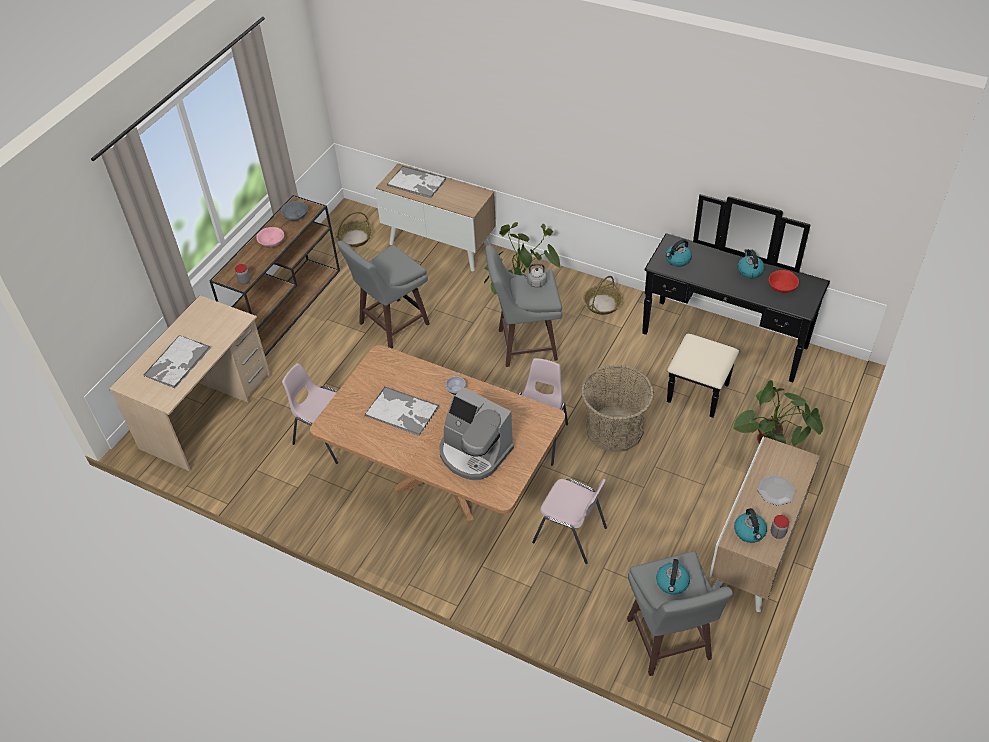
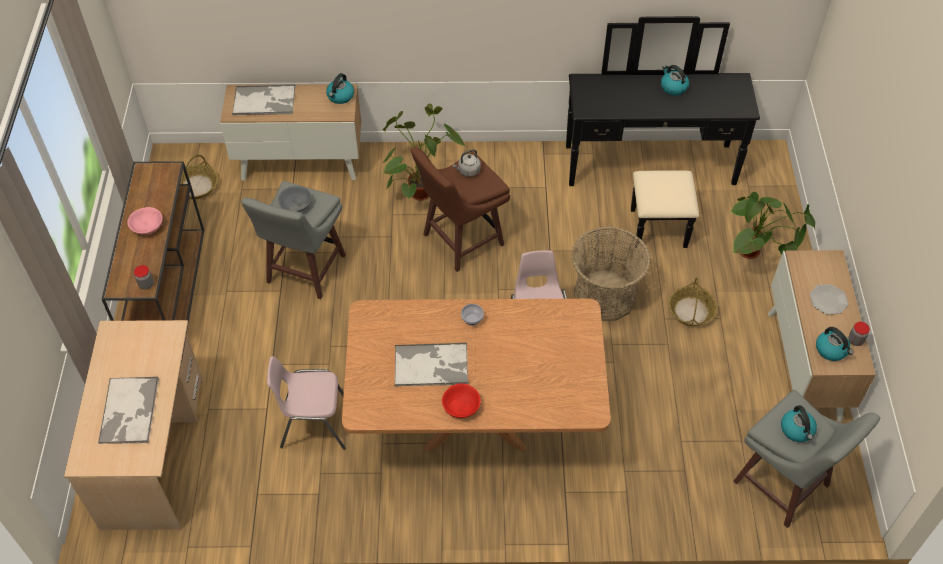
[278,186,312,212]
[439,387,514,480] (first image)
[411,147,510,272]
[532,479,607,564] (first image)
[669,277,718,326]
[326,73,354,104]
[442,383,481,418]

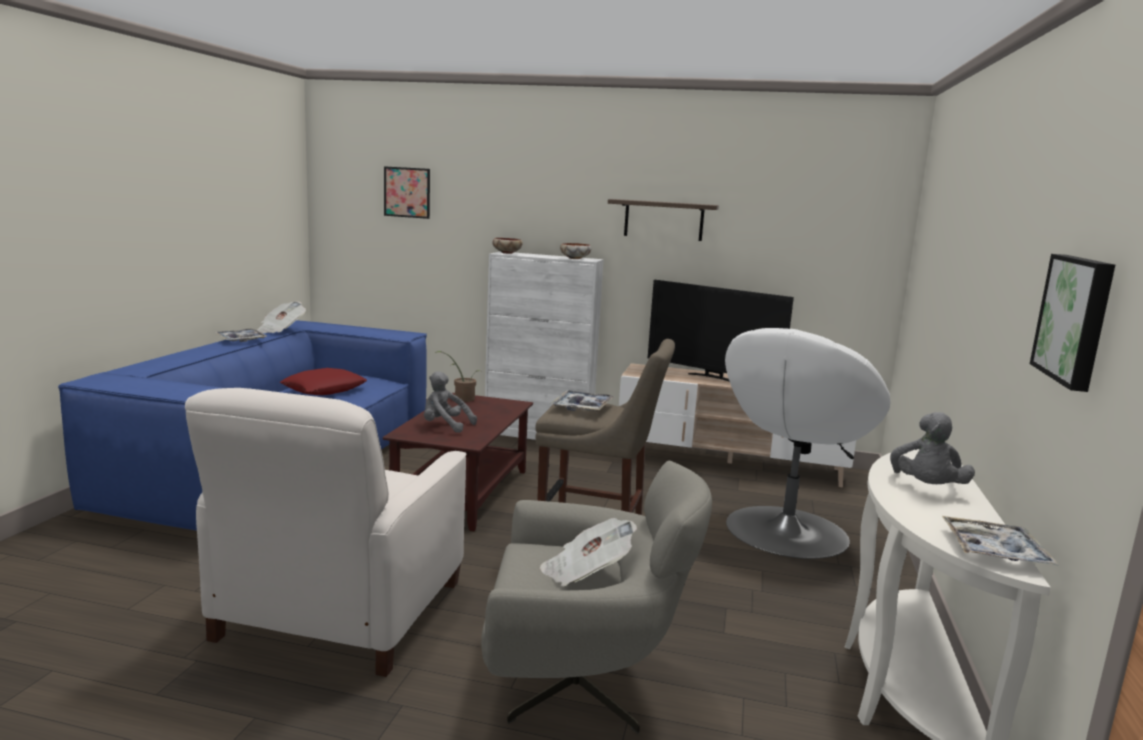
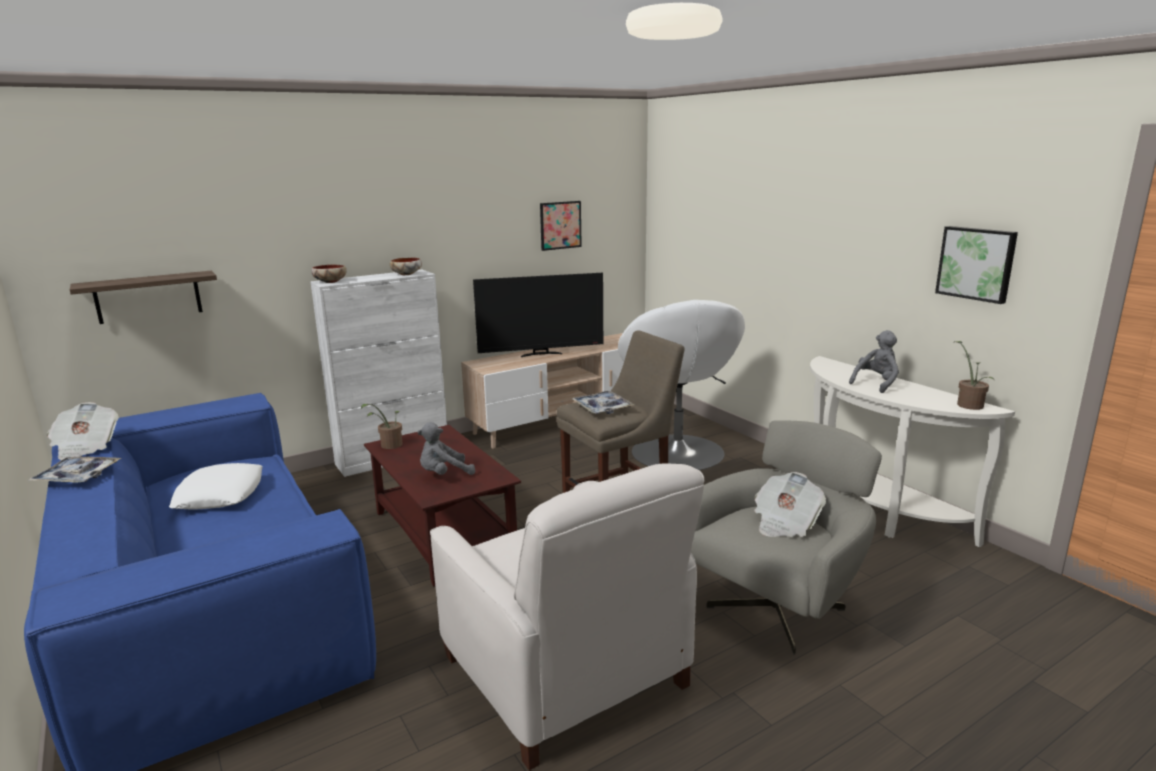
[169,463,262,509]
[540,201,582,251]
[70,271,217,324]
[849,330,899,393]
[954,341,994,410]

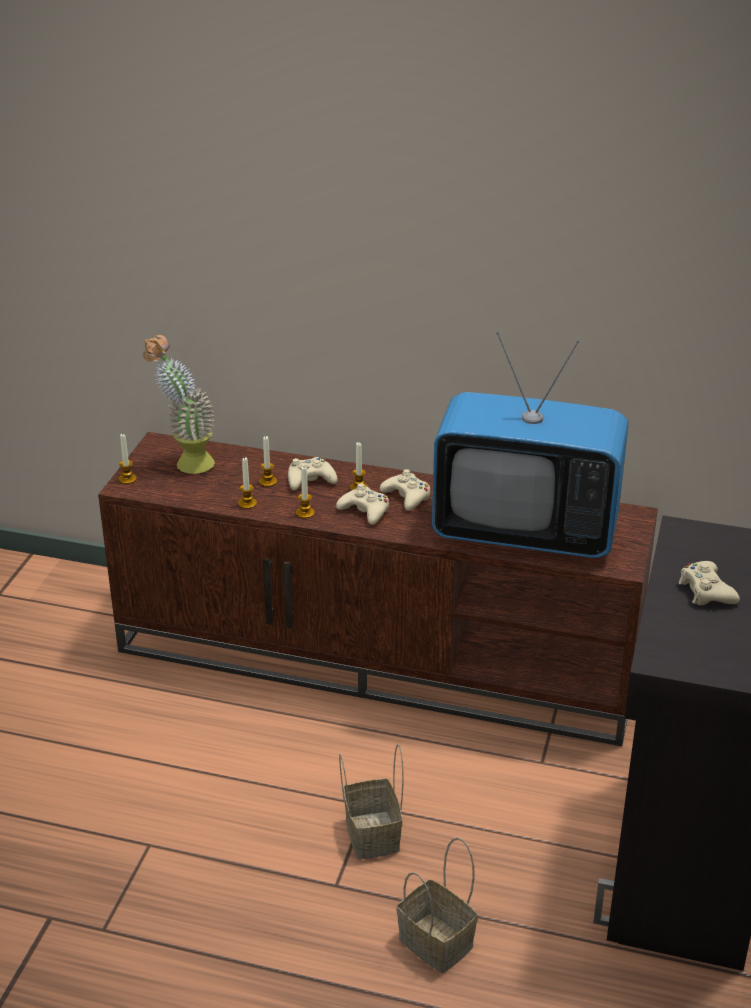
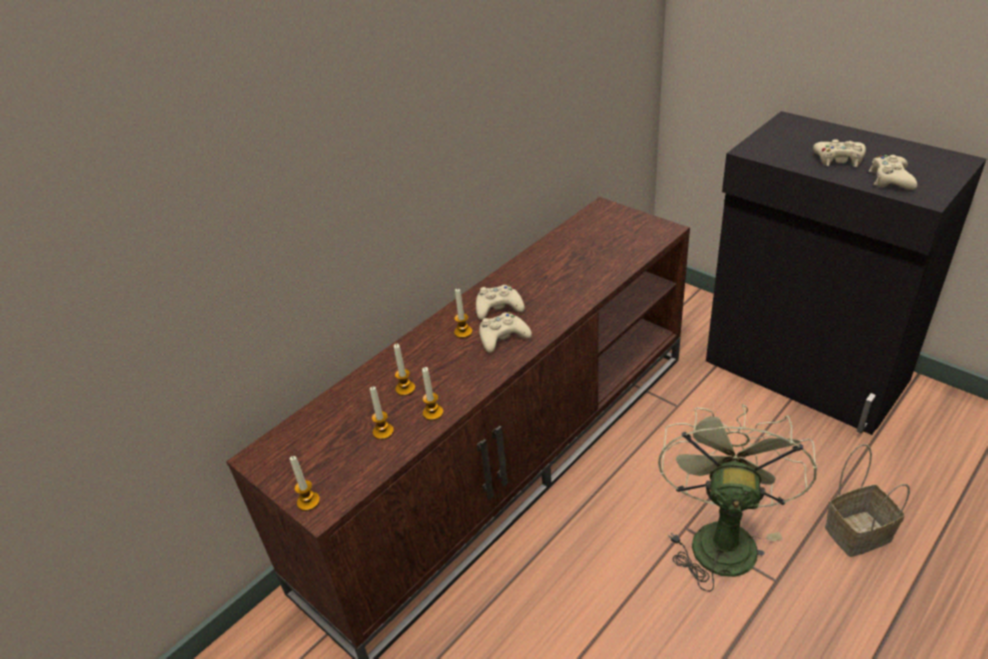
[143,335,215,474] (first image)
[869,155,917,190]
[370,387,394,440]
[658,404,817,592]
[432,332,629,558] (first image)

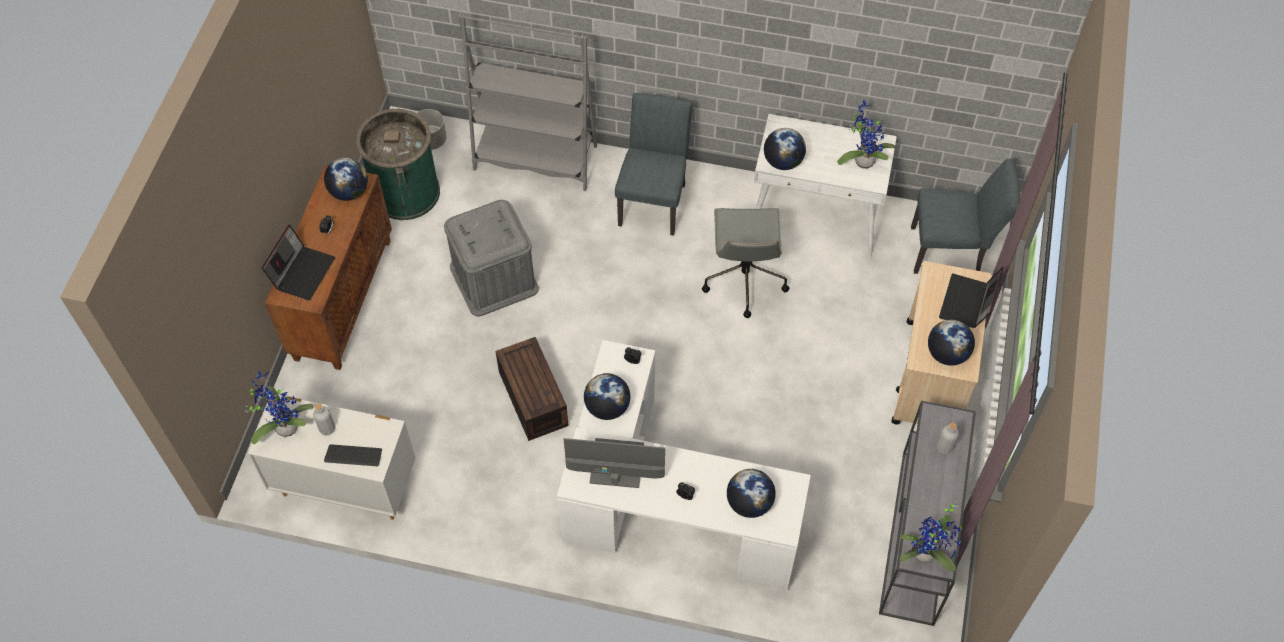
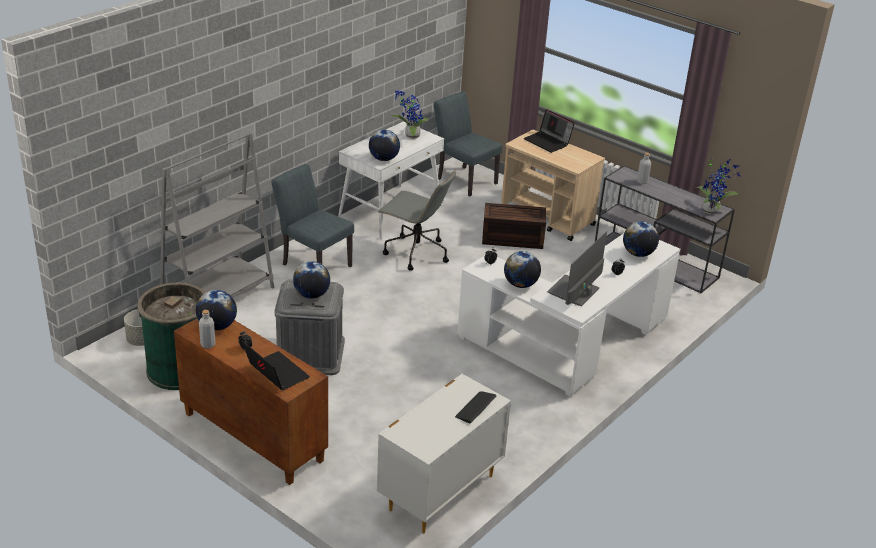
[246,370,313,444] (first image)
[199,310,216,349]
[482,203,546,249]
[434,91,502,196]
[293,261,330,299]

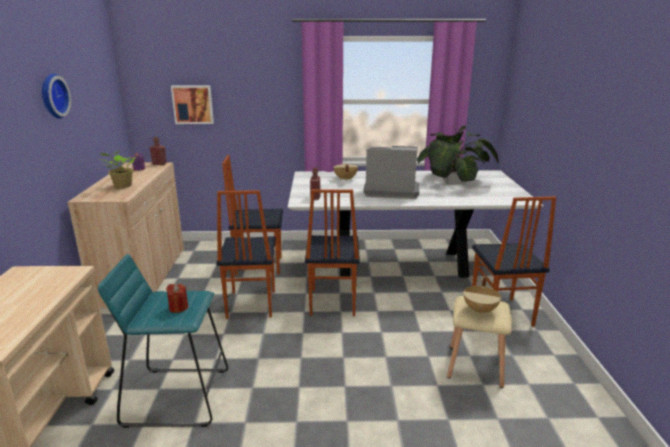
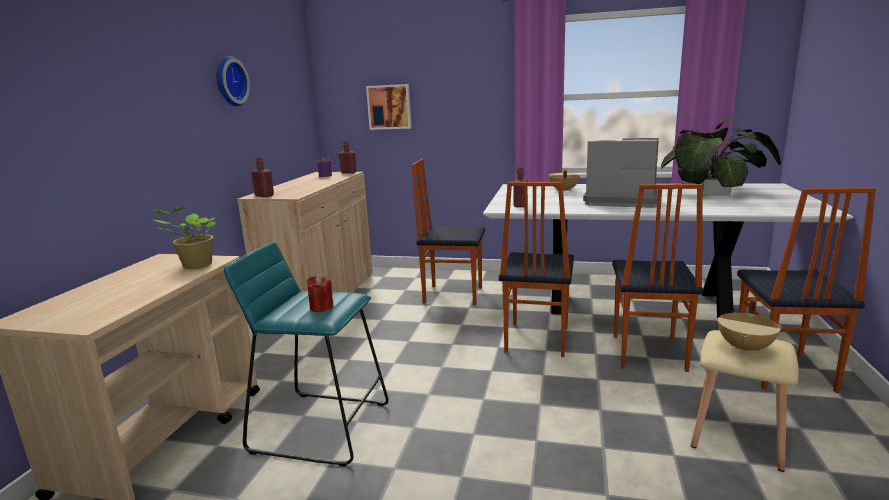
[153,207,216,269]
[612,184,704,372]
[251,157,274,197]

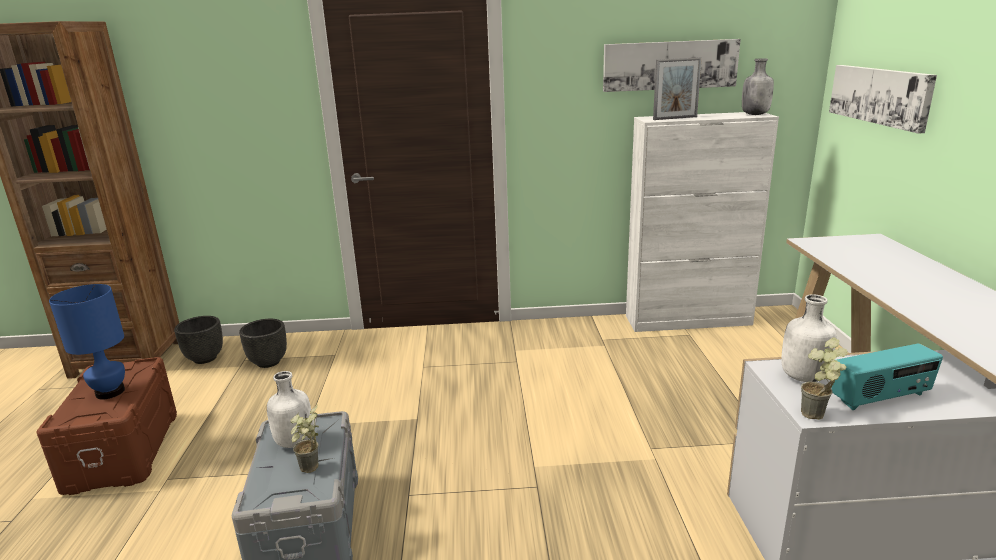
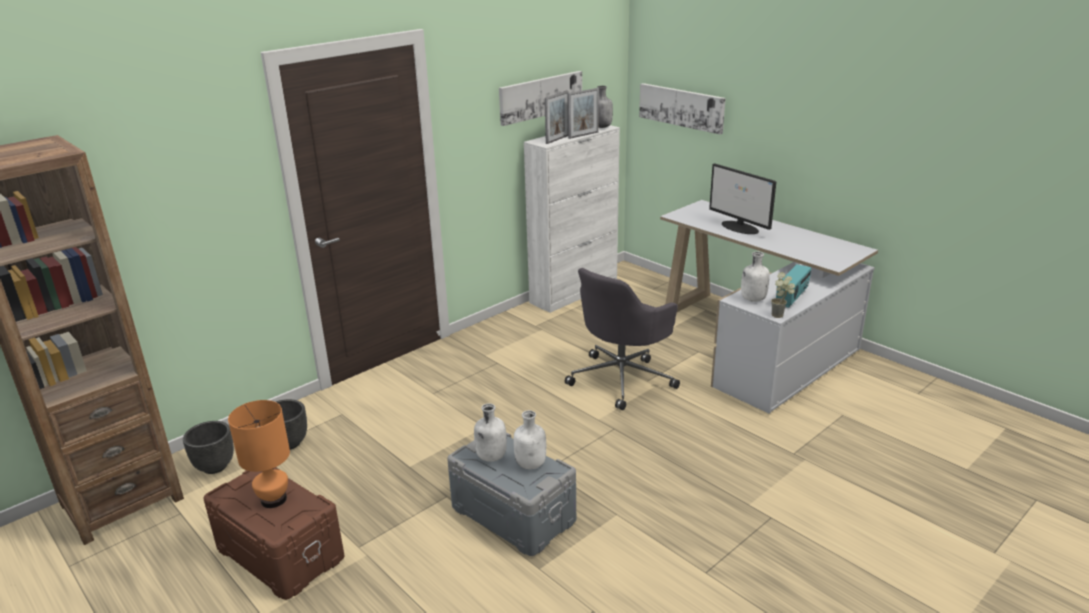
[228,400,290,508]
[513,410,546,469]
[565,268,680,410]
[568,88,599,139]
[709,164,777,234]

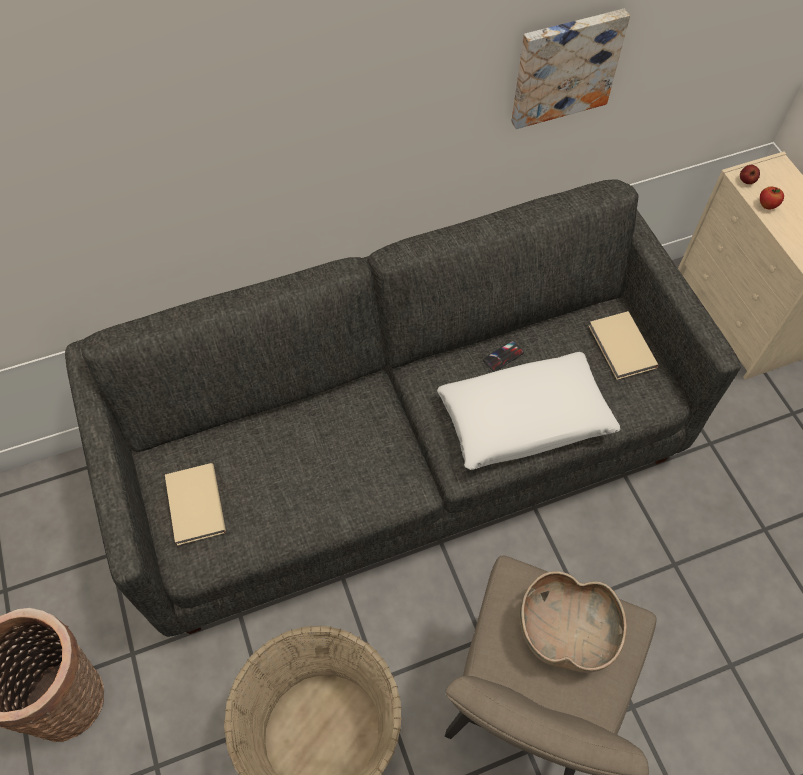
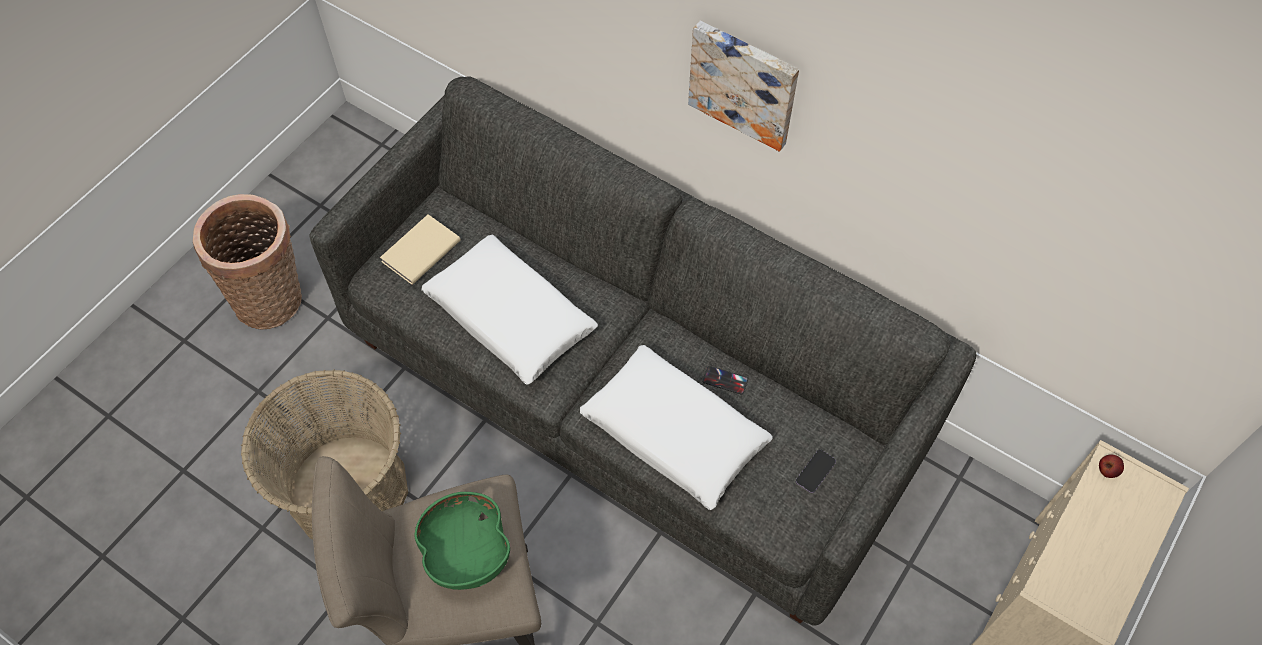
[688,21,799,152]
[414,492,510,590]
[796,450,836,493]
[760,186,784,210] (first image)
[421,235,598,385]

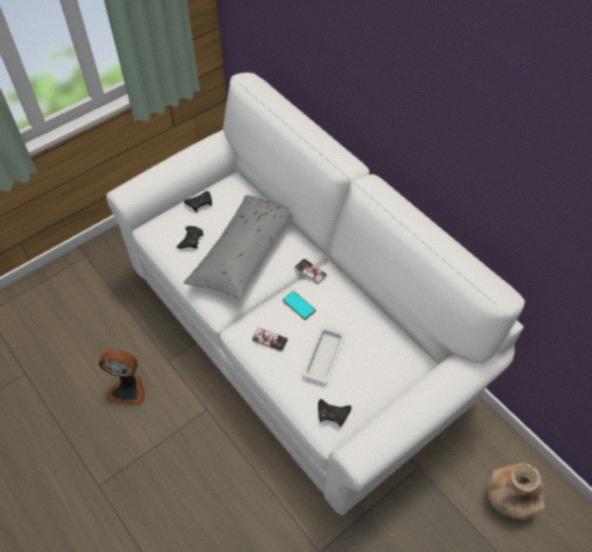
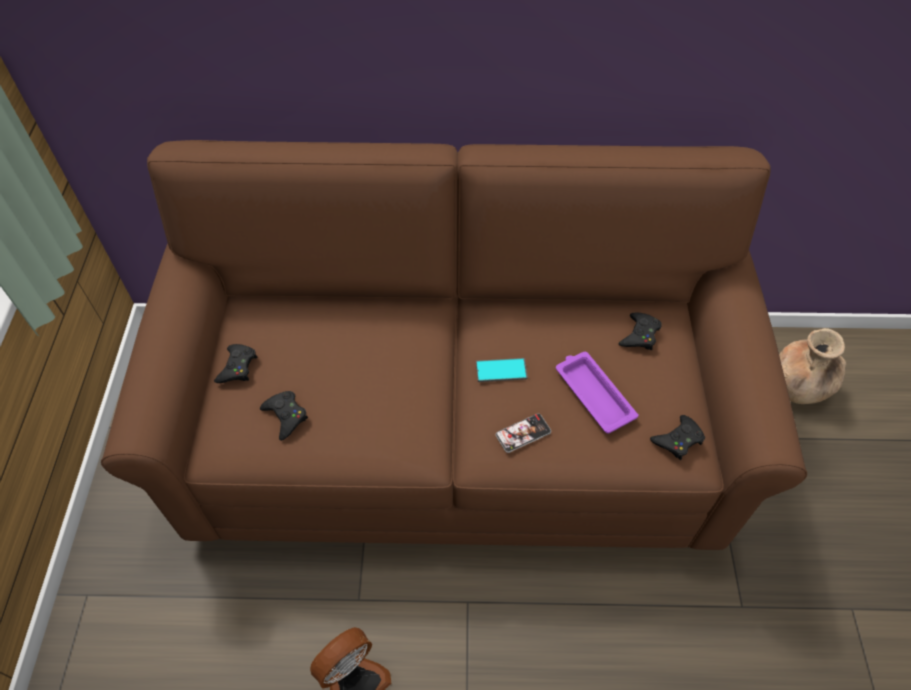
[101,140,807,550]
[184,195,293,301] (first image)
[295,259,327,284] (first image)
[556,352,639,434]
[618,312,662,350]

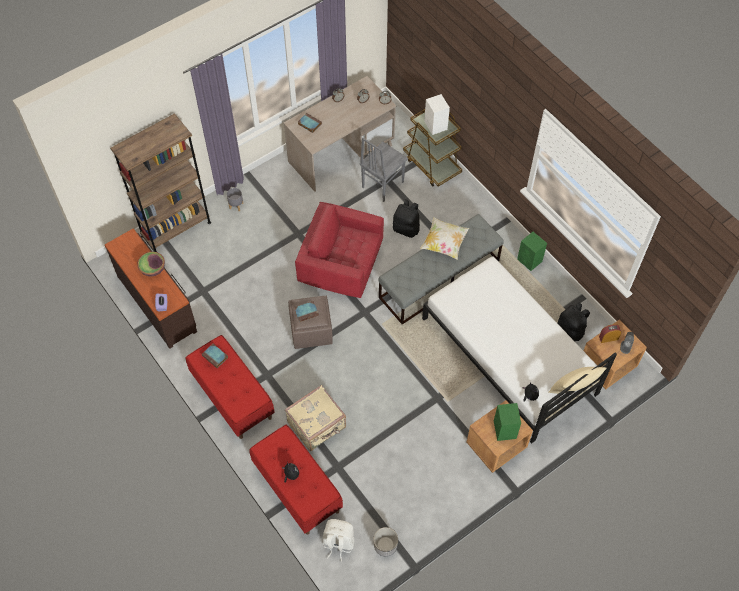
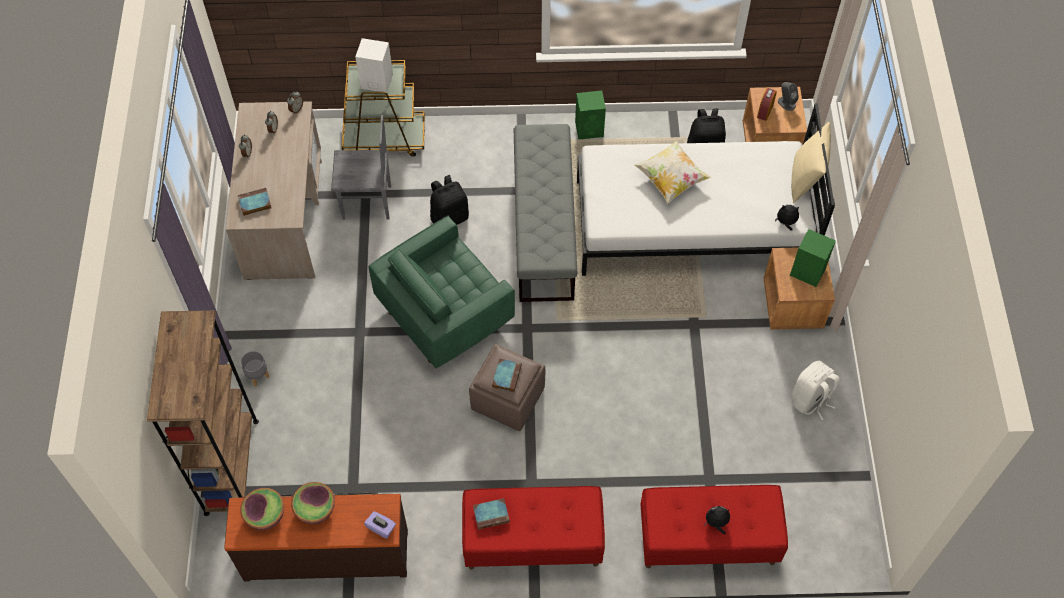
[285,385,346,451] (first image)
[368,216,515,368]
[791,361,840,420]
[331,115,391,220]
[373,527,398,556] (first image)
[634,141,711,203]
[240,488,284,530]

